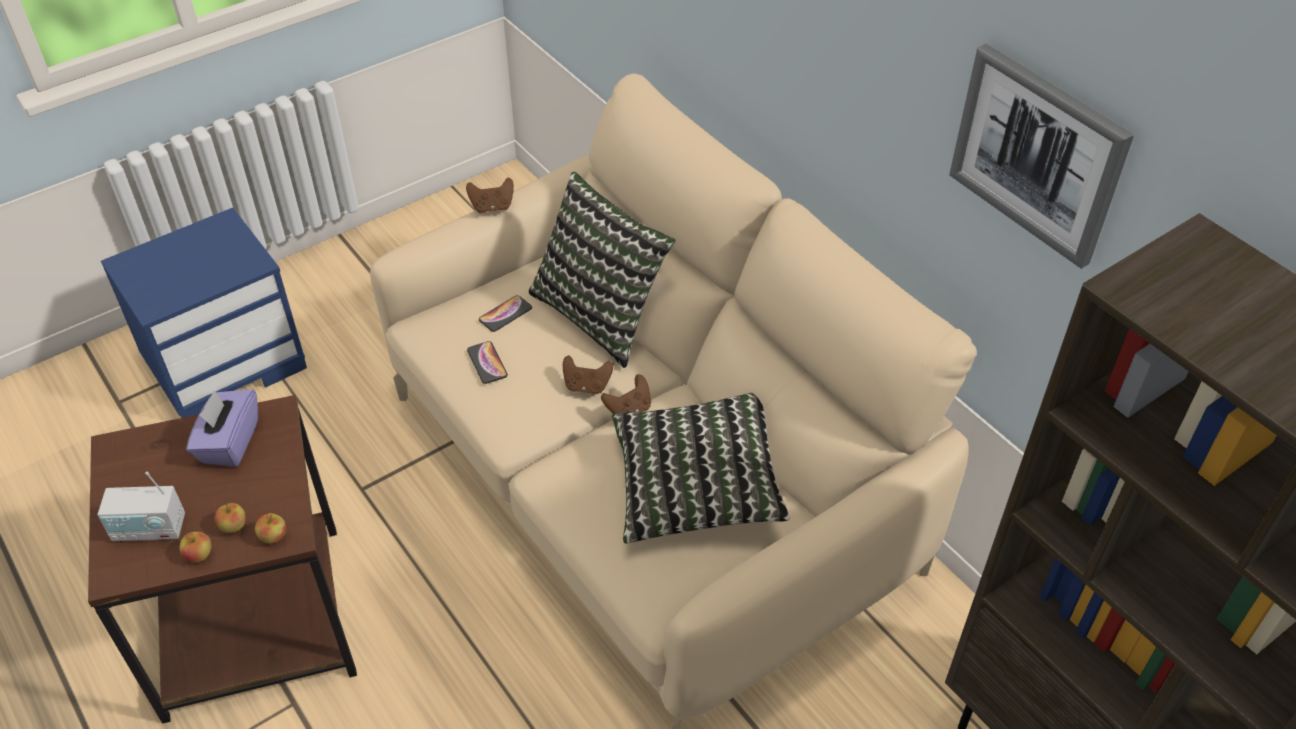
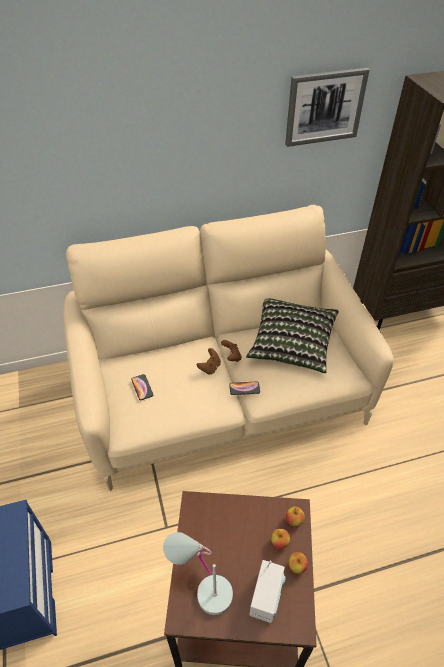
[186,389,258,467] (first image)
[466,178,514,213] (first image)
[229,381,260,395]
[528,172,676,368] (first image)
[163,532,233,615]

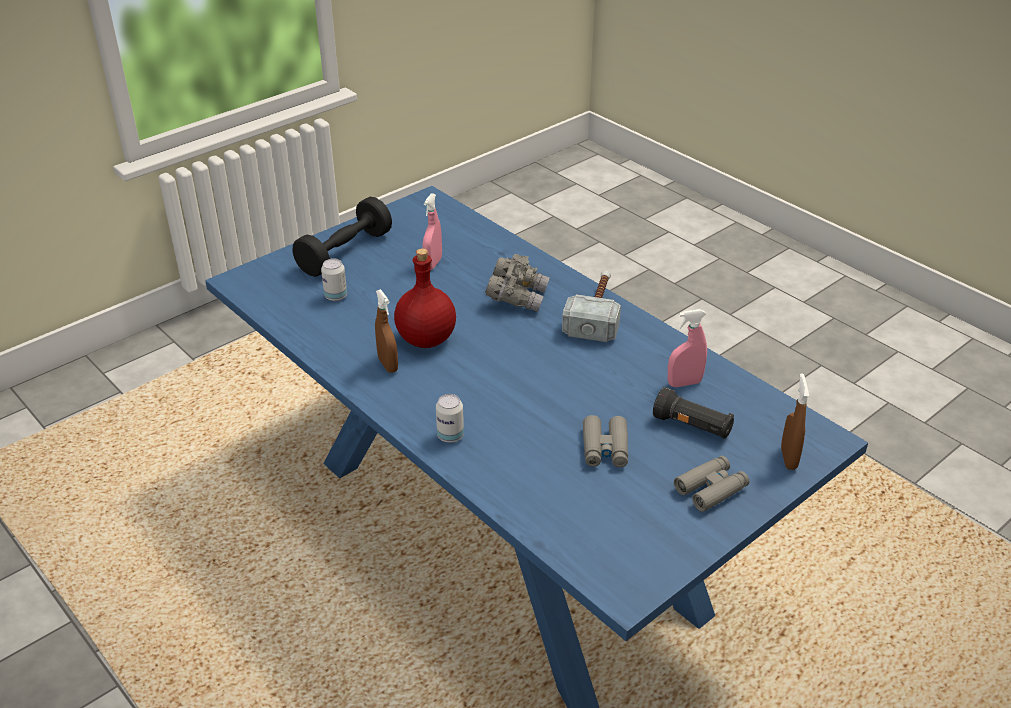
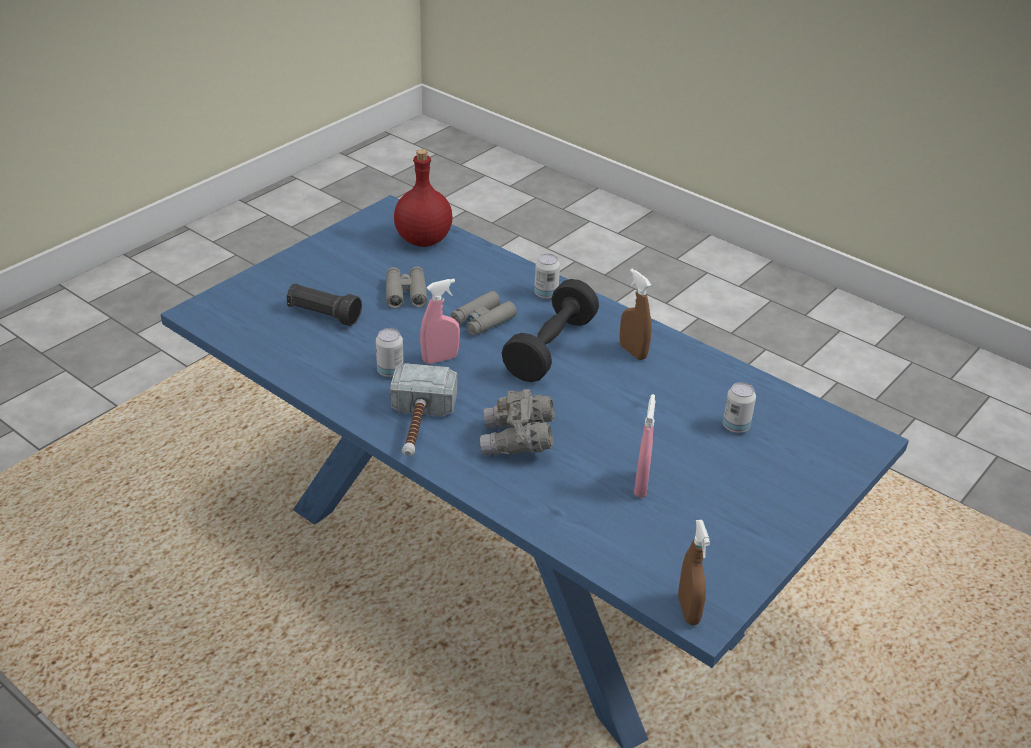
[502,279,599,382]
[394,149,453,247]
[420,279,460,364]
[451,291,517,336]
[678,520,710,625]
[376,328,404,377]

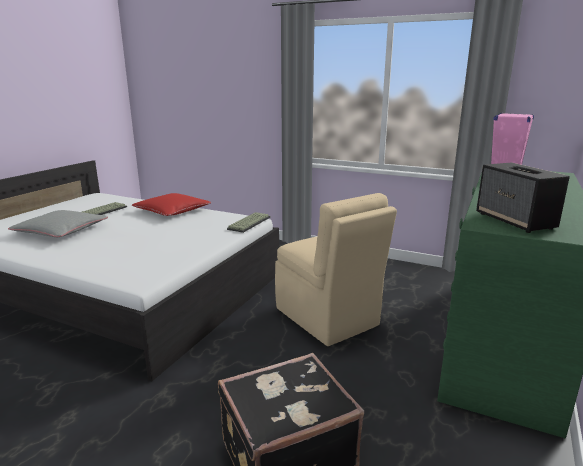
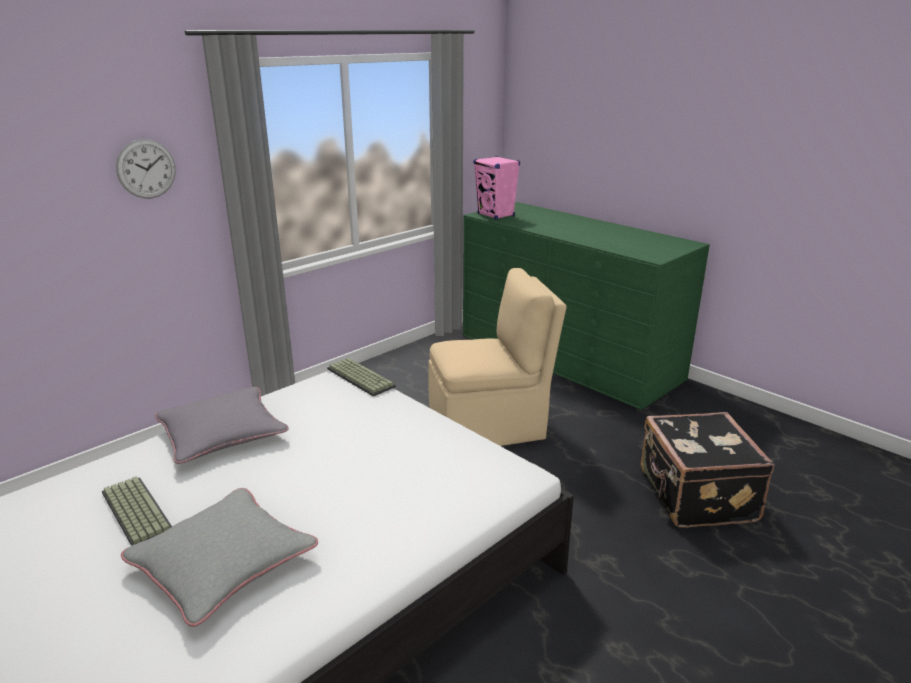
[155,387,289,464]
[476,162,570,233] (first image)
[116,139,176,199]

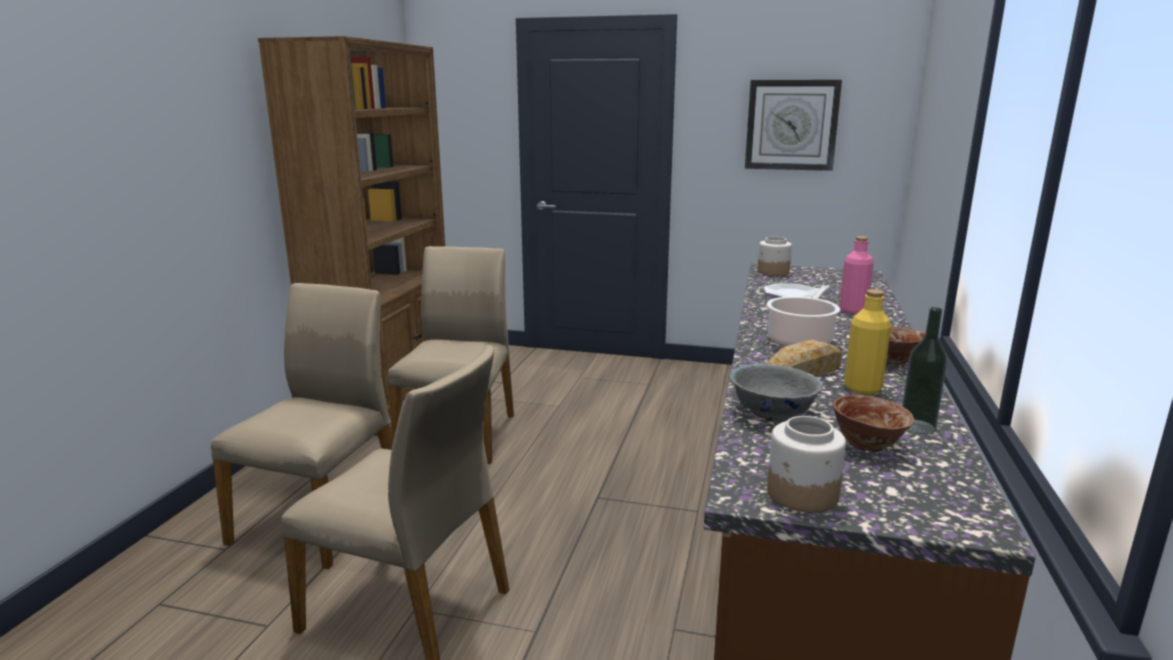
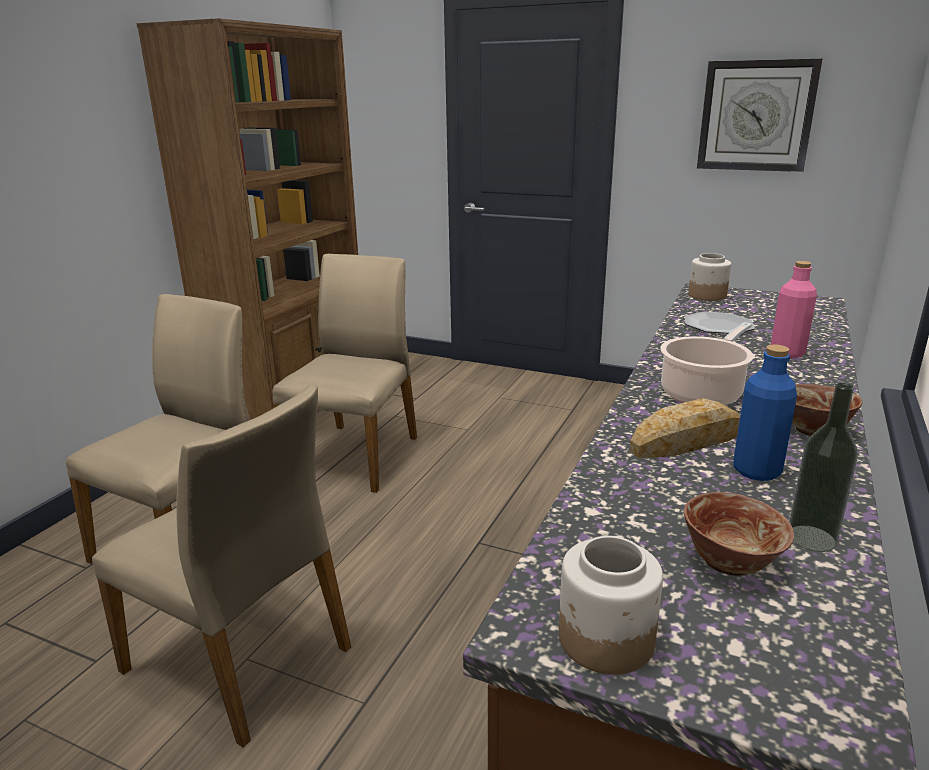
[730,364,823,421] (first image)
[733,344,797,481]

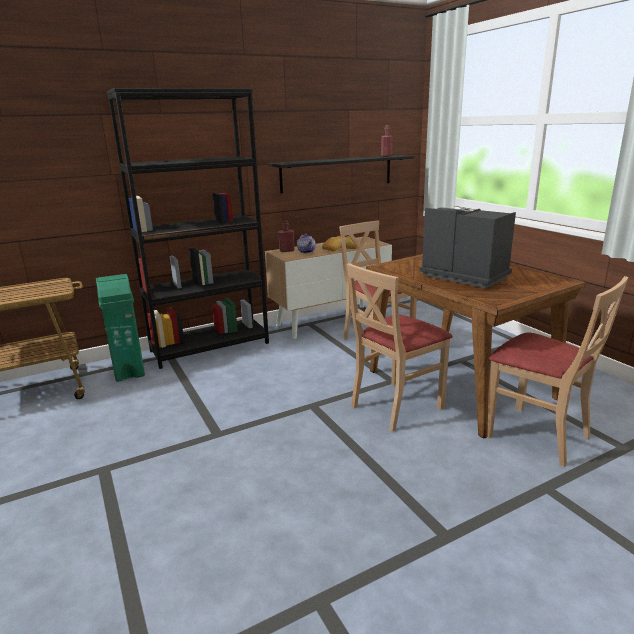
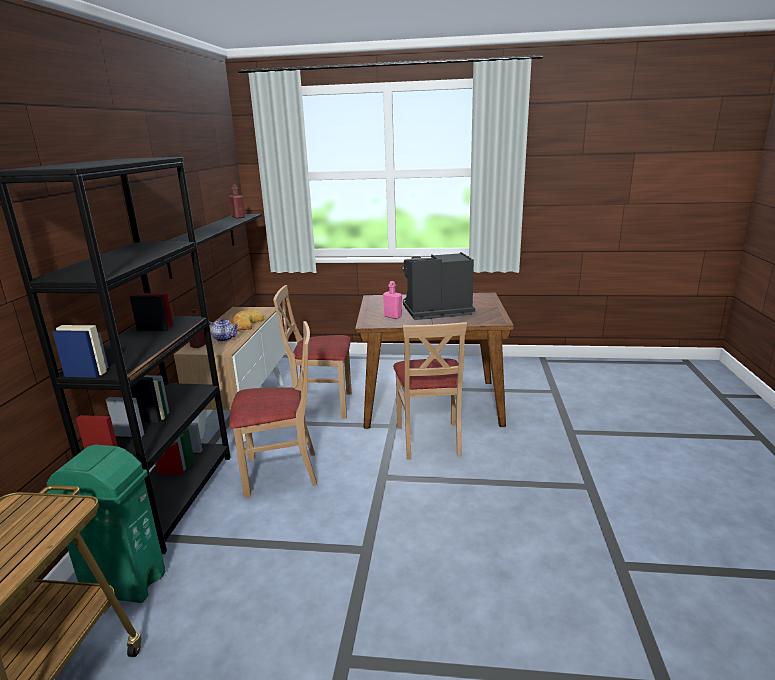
[229,321,317,497]
[383,281,402,319]

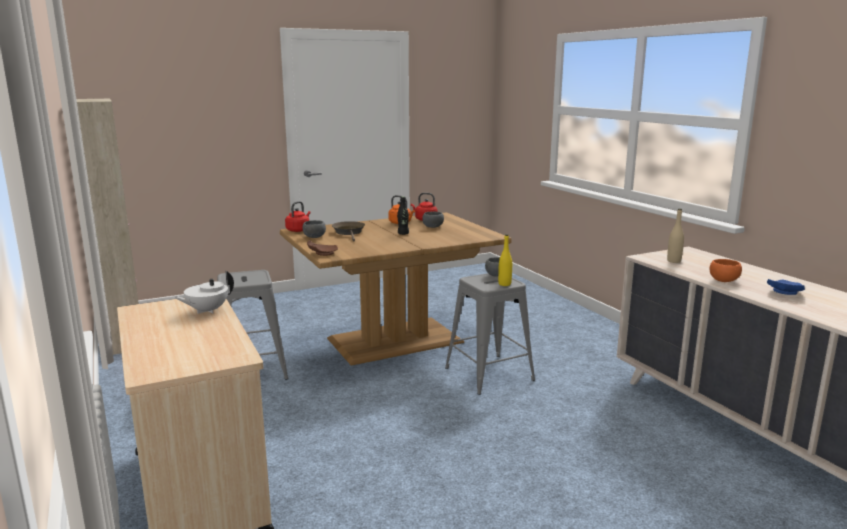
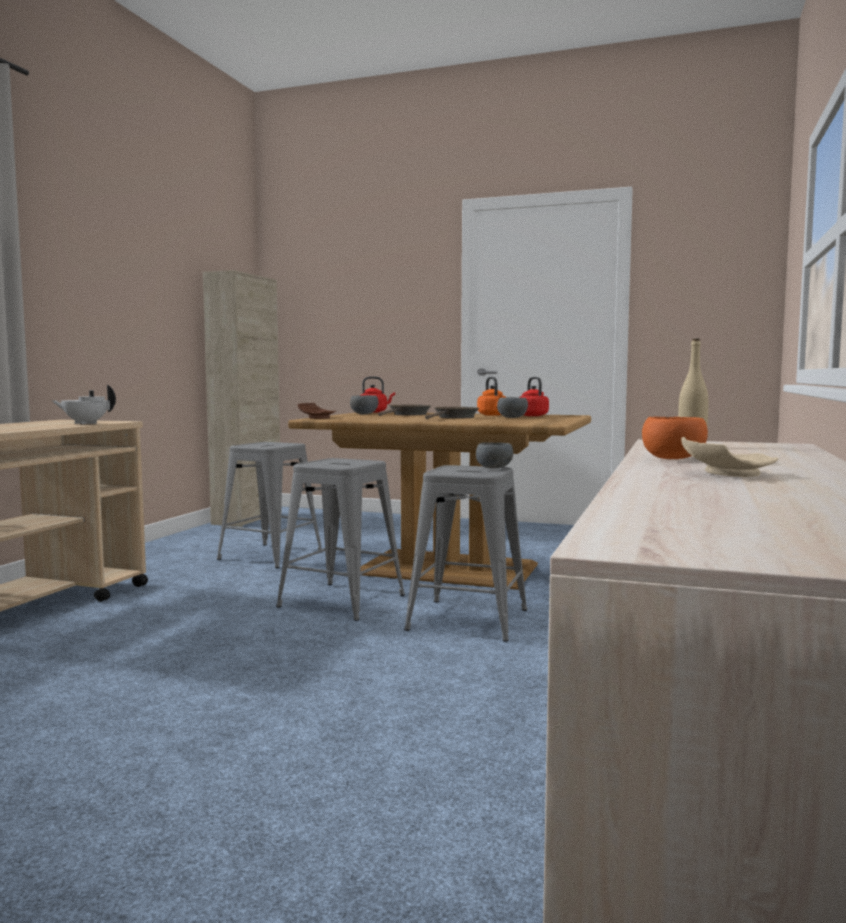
[425,407,479,419]
[498,234,512,286] (first image)
[681,437,778,477]
[276,458,405,621]

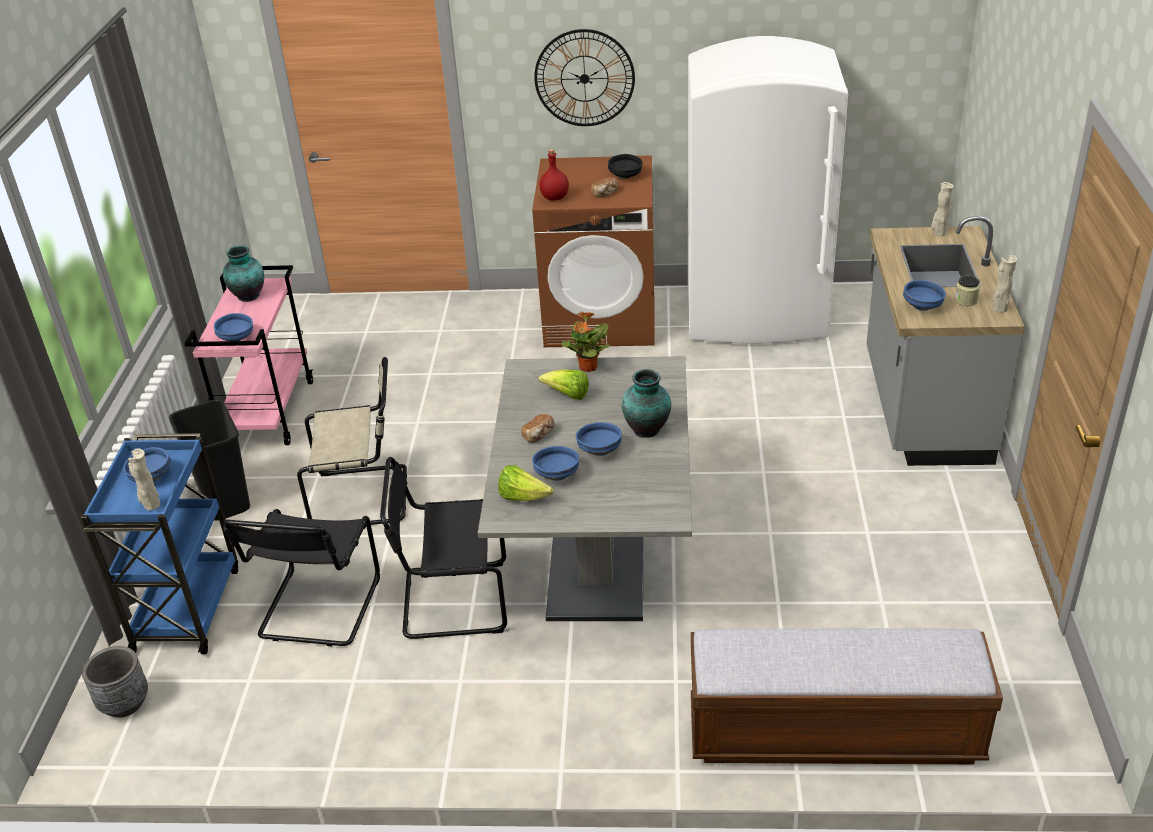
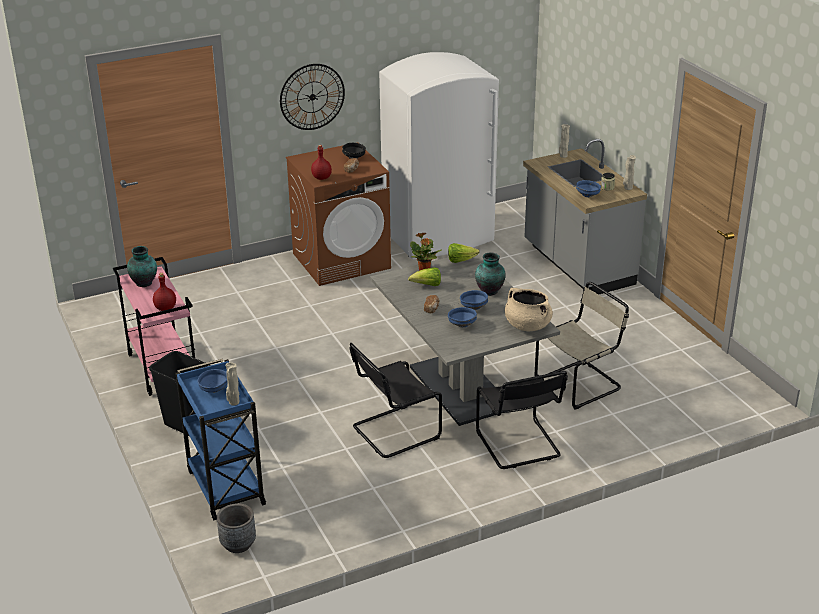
[153,273,176,311]
[476,371,568,469]
[534,282,629,410]
[448,243,480,263]
[691,628,1003,764] (first image)
[505,288,553,331]

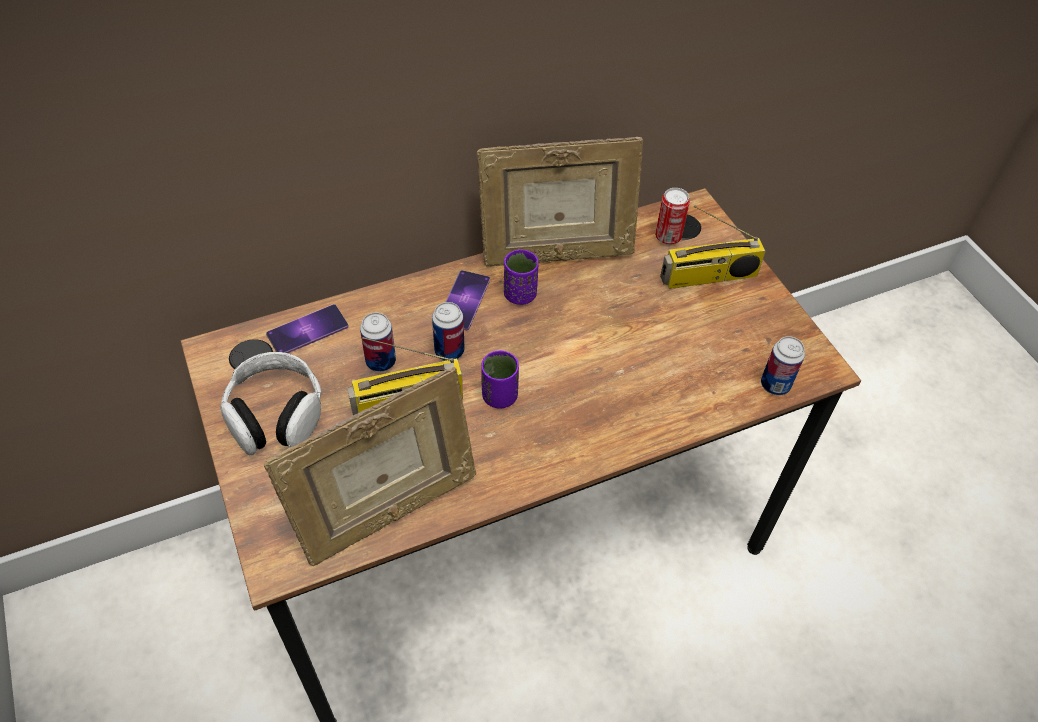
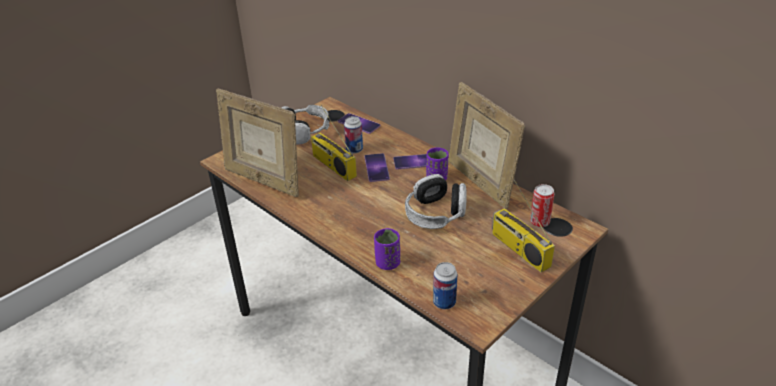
[364,153,390,182]
[374,228,400,270]
[405,174,467,229]

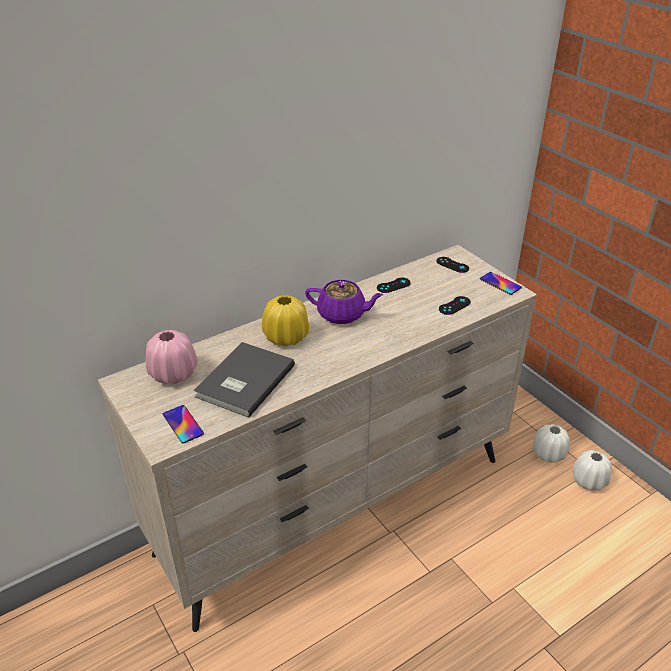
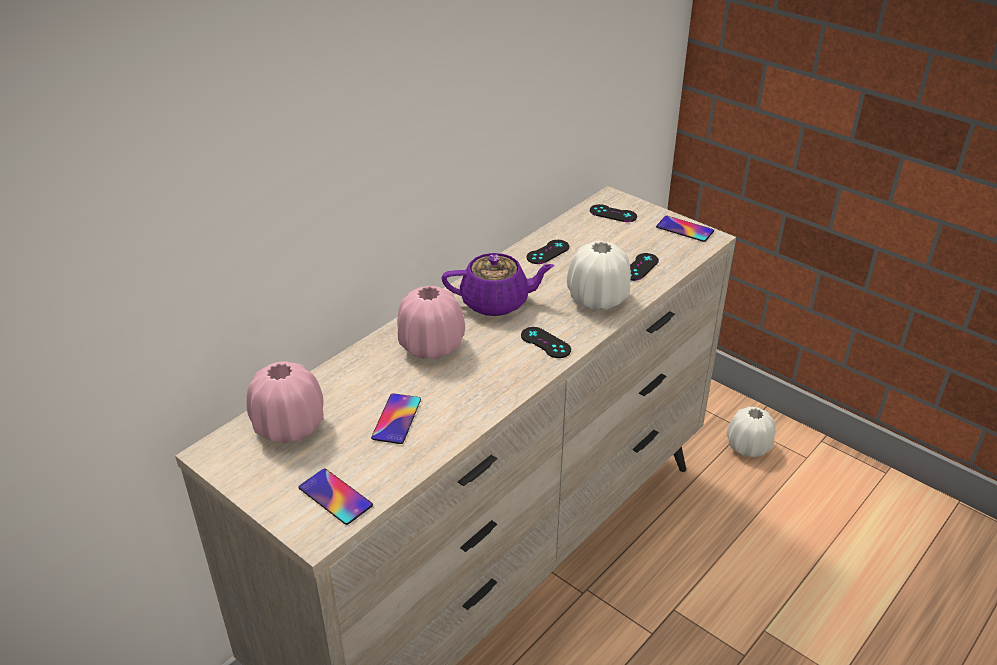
[371,393,421,444]
[397,286,465,359]
[567,241,631,310]
[521,327,571,358]

